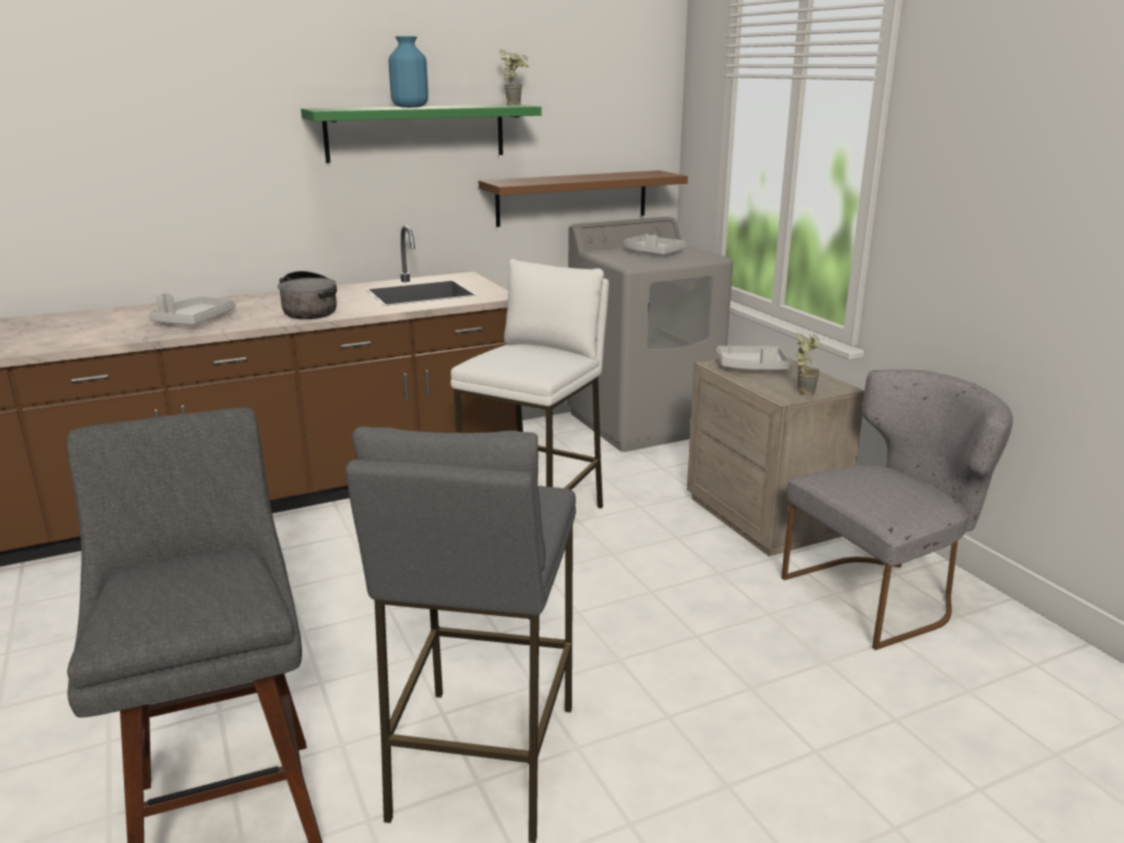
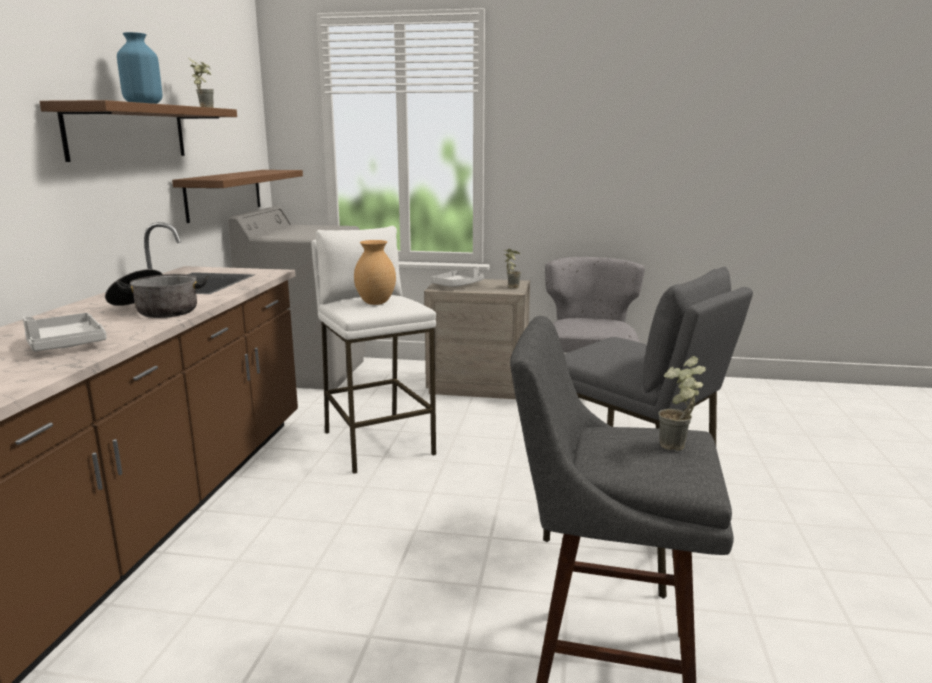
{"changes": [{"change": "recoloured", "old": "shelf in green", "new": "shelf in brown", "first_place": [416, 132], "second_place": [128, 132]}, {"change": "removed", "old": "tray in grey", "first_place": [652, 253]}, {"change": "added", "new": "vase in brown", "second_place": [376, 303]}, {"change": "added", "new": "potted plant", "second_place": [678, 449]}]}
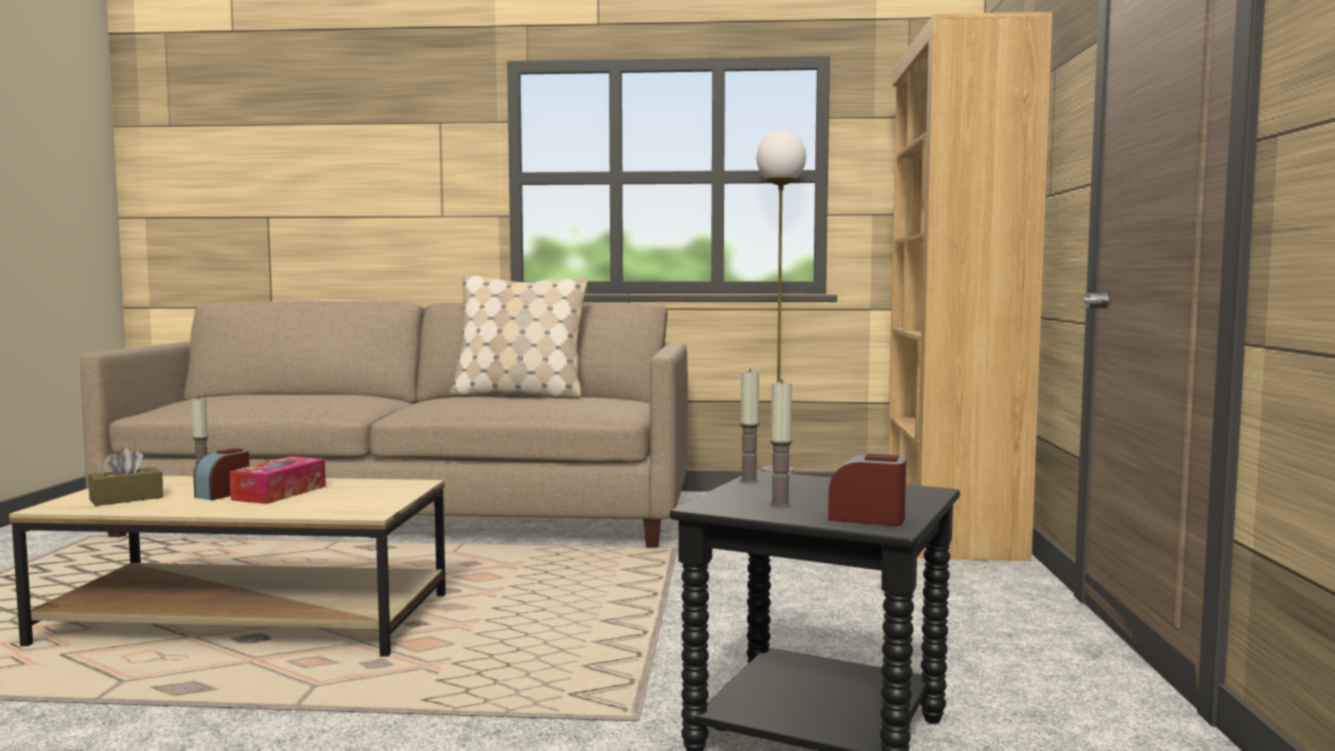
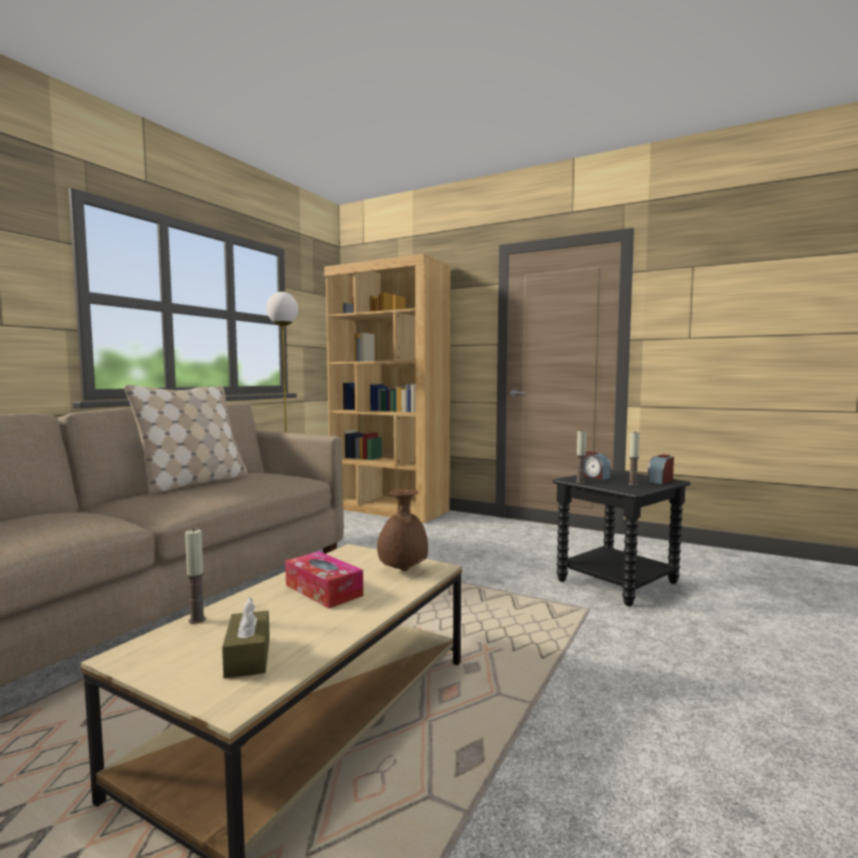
{"changes": [{"change": "moved", "old": "alarm clock", "first_place": [223, 494], "second_place": [594, 477]}, {"change": "added", "new": "vase in brown", "second_place": [402, 570]}]}
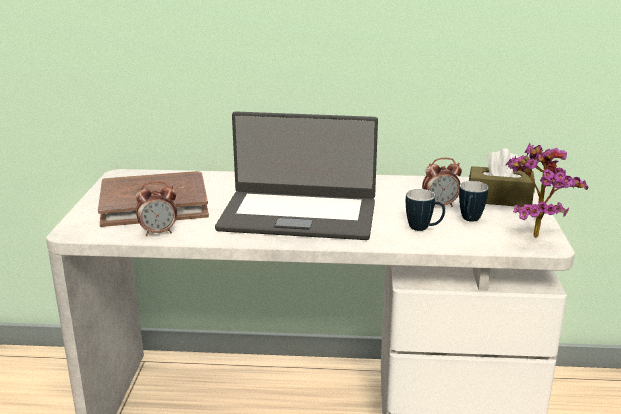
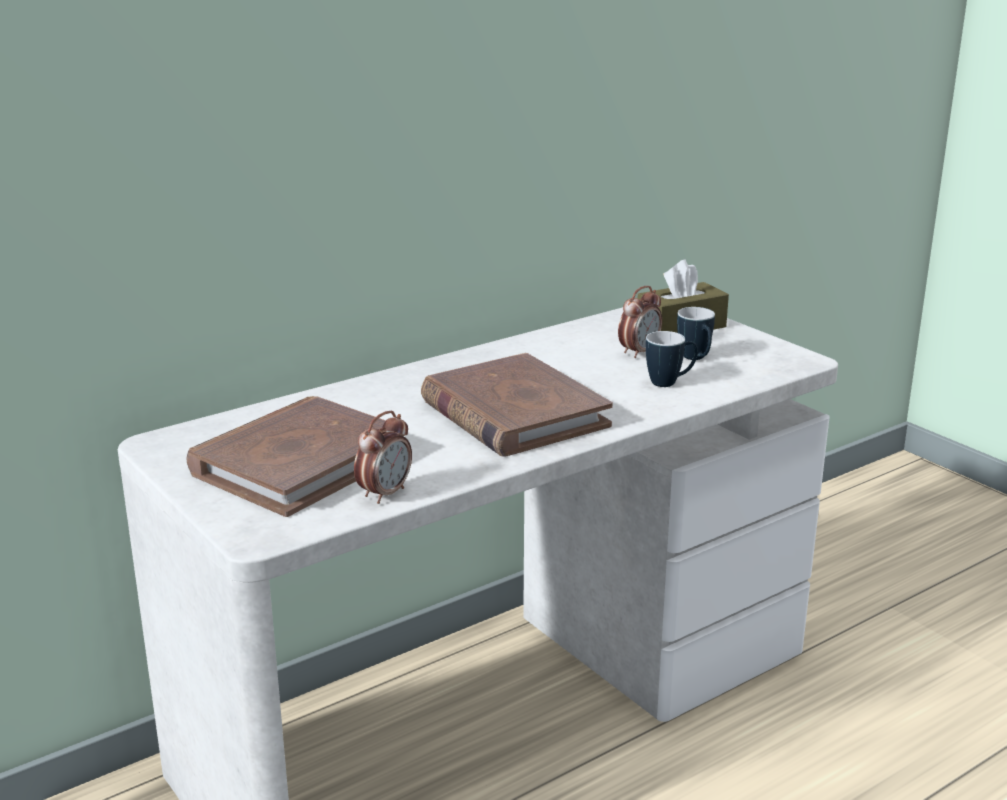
{"changes": [{"change": "replaced", "old": "laptop", "new": "book in brown", "first_place": [298, 215], "second_place": [513, 413]}, {"change": "removed", "old": "potted plant", "first_place": [533, 233]}]}
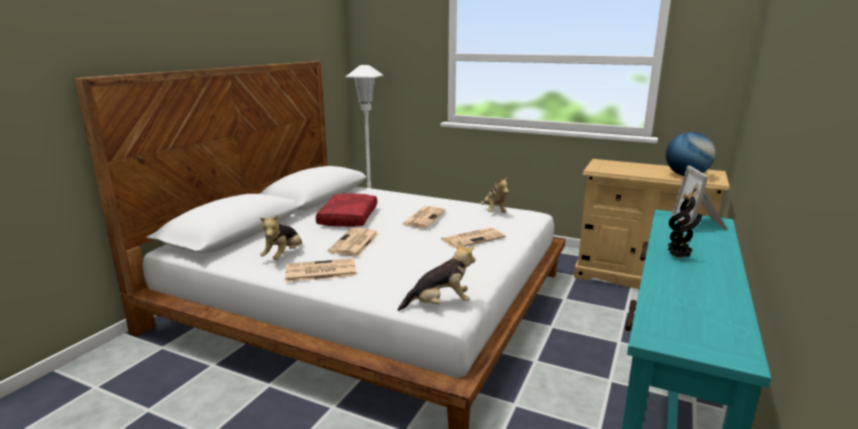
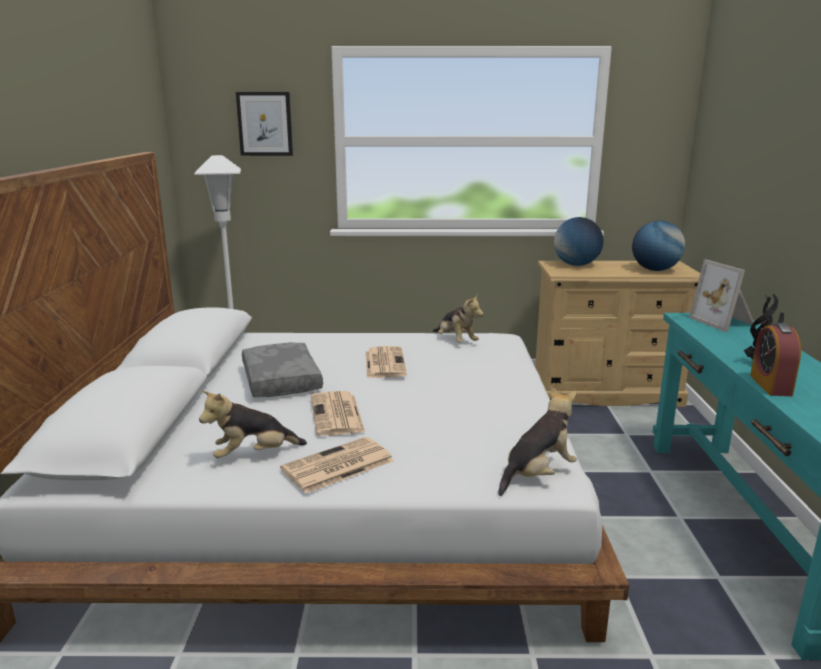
{"changes": [{"change": "recoloured", "old": "pillow in red", "new": "pillow in grey", "first_place": [347, 218], "second_place": [279, 380]}, {"change": "turned", "old": "plush toy", "first_place": [283, 256], "second_place": [253, 455], "degrees": 75}, {"change": "removed", "old": "newspaper", "first_place": [473, 238]}, {"change": "added", "new": "picture", "second_place": [265, 124]}, {"change": "added", "new": "globe", "second_place": [576, 265]}, {"change": "added", "new": "alarm clock", "second_place": [770, 385]}]}
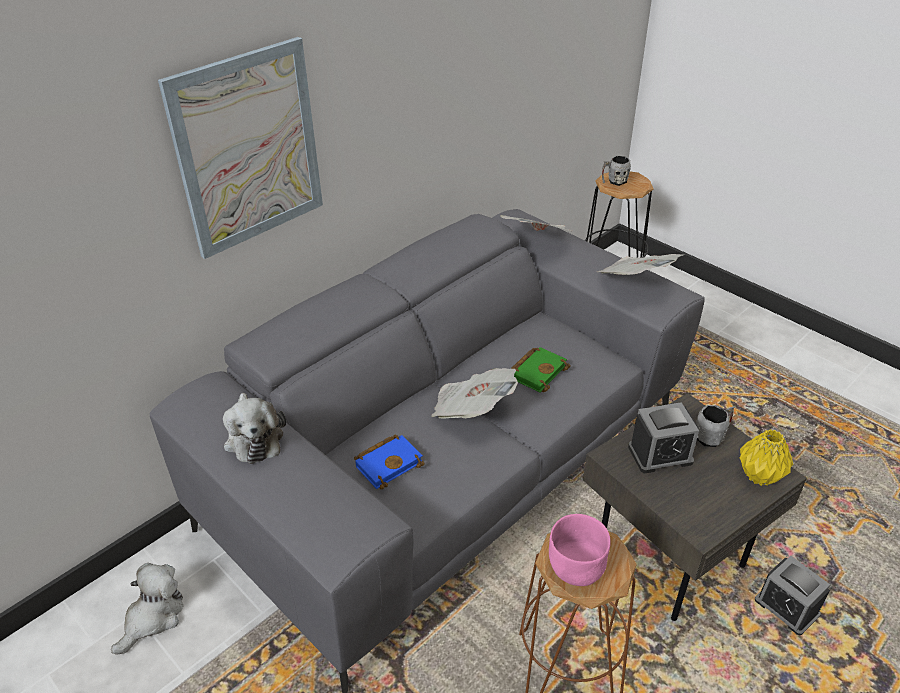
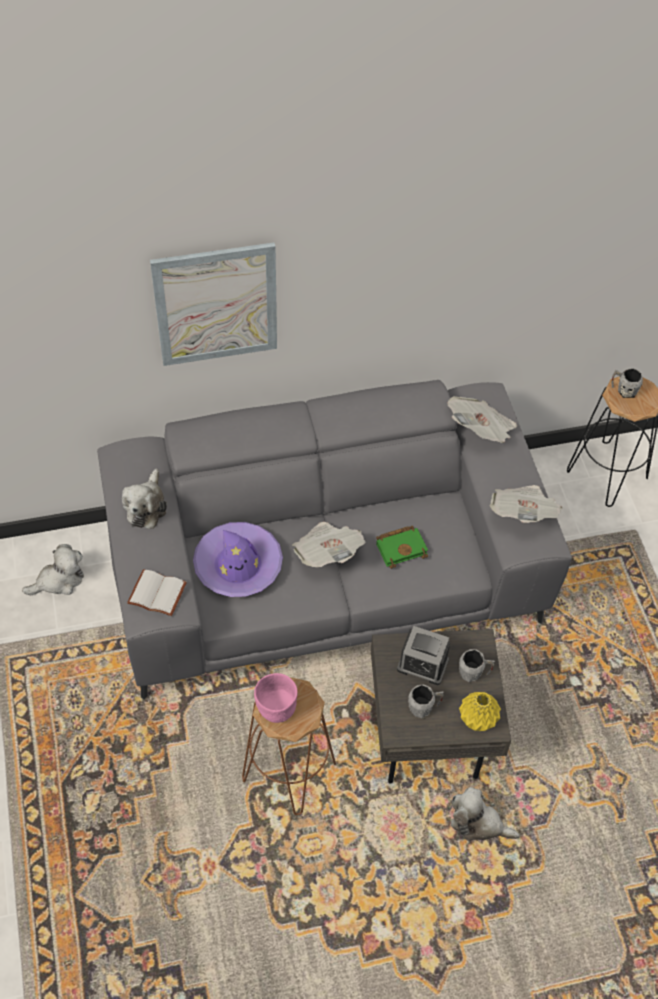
{"changes": [{"change": "replaced", "old": "book in blue", "new": "hat in purple", "first_place": [389, 463], "second_place": [238, 565]}, {"change": "replaced", "old": "alarm clock", "new": "plush toy", "first_place": [786, 608], "second_place": [478, 823]}, {"change": "added", "new": "book in white", "second_place": [156, 594]}, {"change": "added", "new": "mug in grey", "second_place": [424, 707]}]}
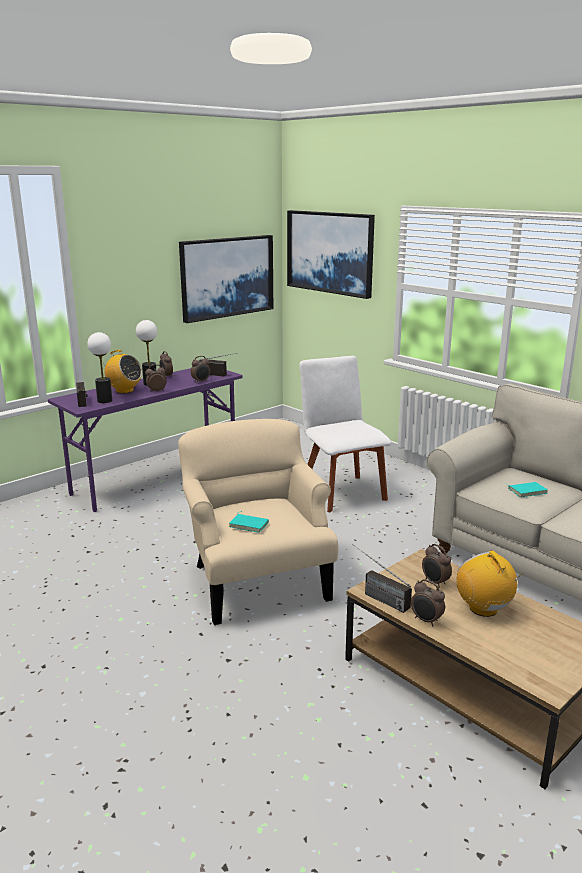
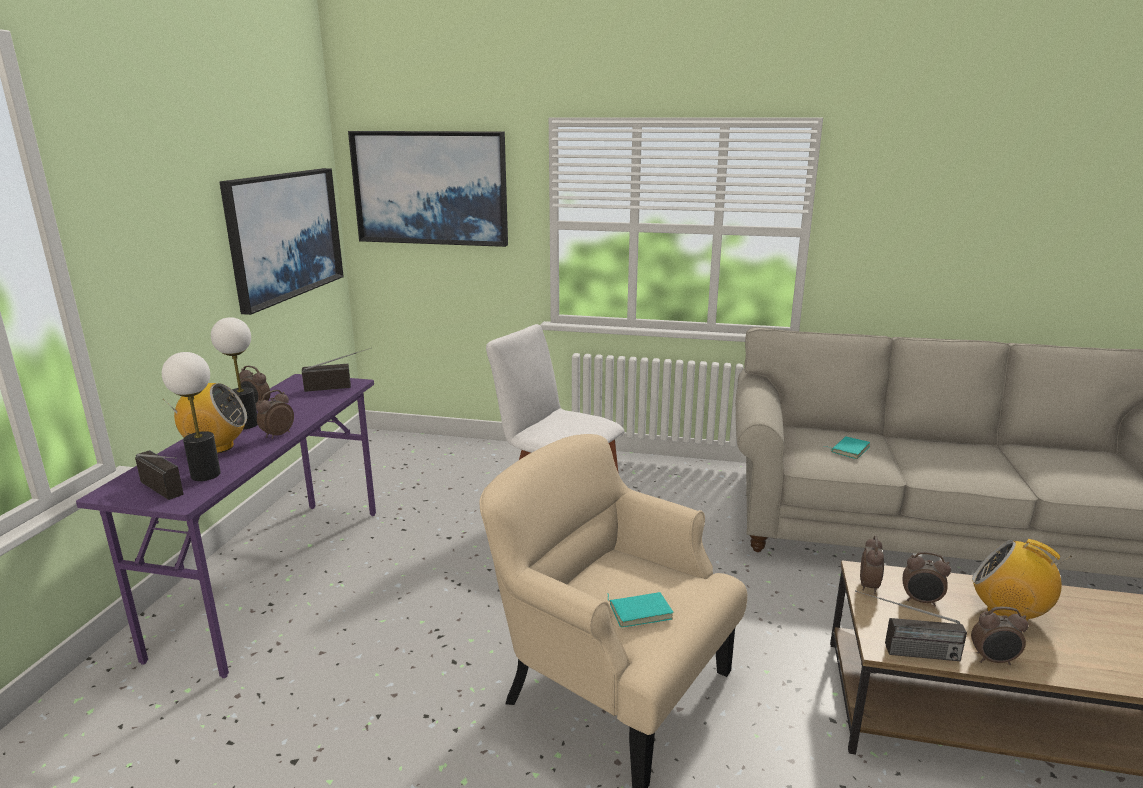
{"changes": [{"change": "moved", "old": "alarm clock", "first_place": [201, 381], "second_place": [869, 586]}]}
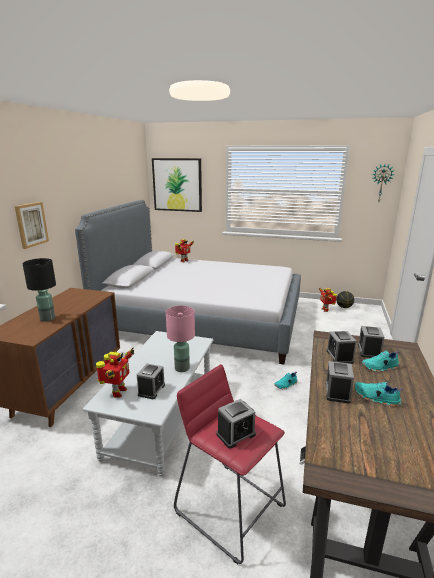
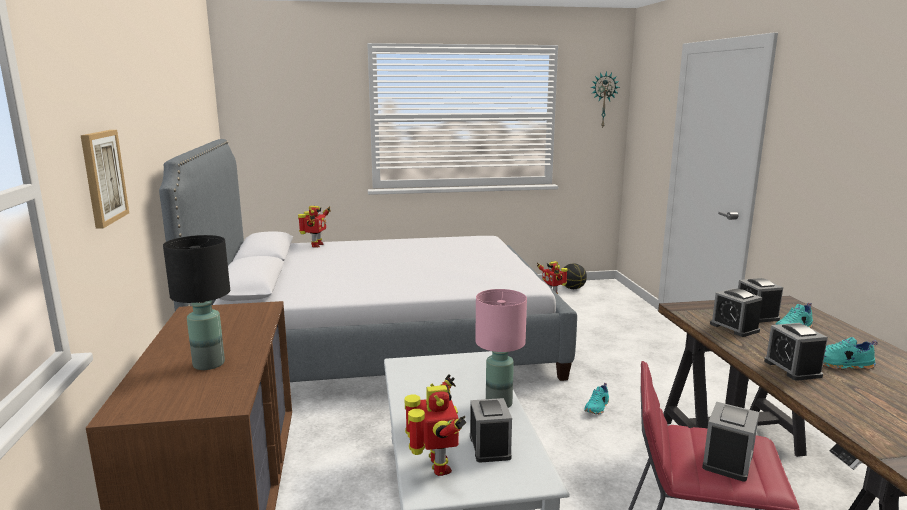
{"changes": [{"change": "removed", "old": "picture", "first_place": [177, 185]}]}
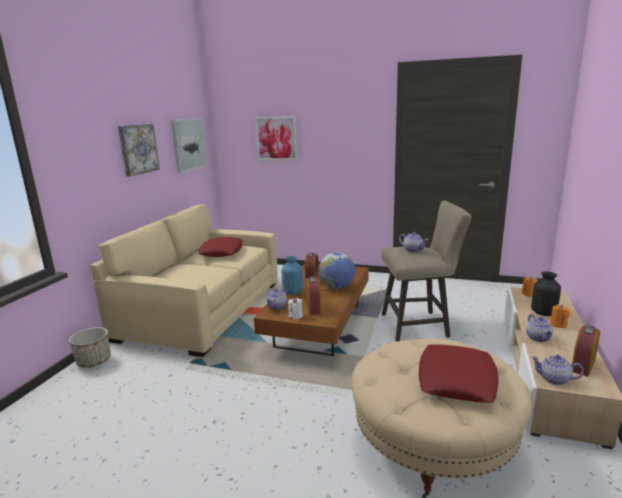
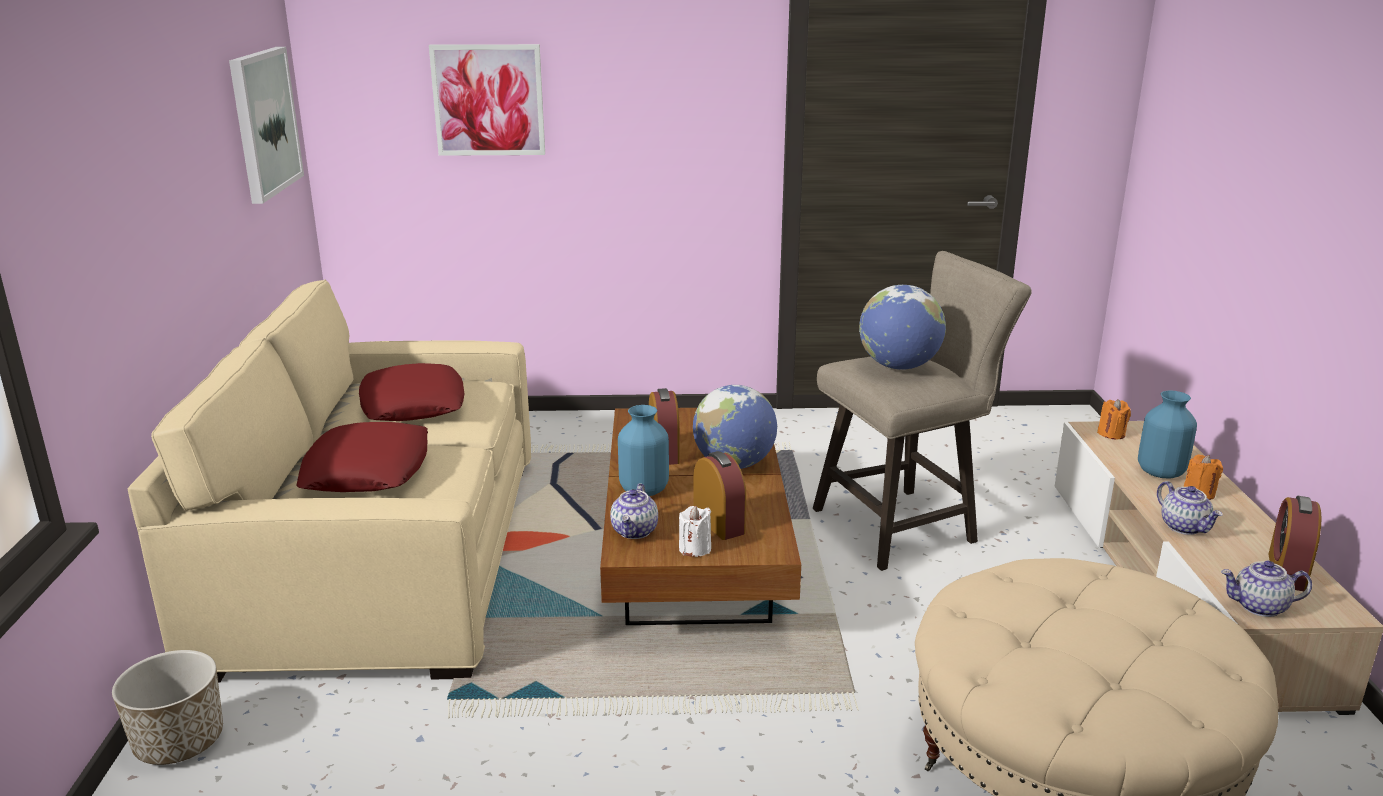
{"changes": [{"change": "removed", "old": "picture", "first_place": [138, 149]}, {"change": "replaced", "old": "teapot", "new": "globe", "first_place": [413, 250], "second_place": [899, 366]}, {"change": "recoloured", "old": "vase in black", "new": "vase in blue", "first_place": [543, 313], "second_place": [1160, 472]}, {"change": "moved", "old": "pillow in red", "first_place": [456, 379], "second_place": [367, 470]}]}
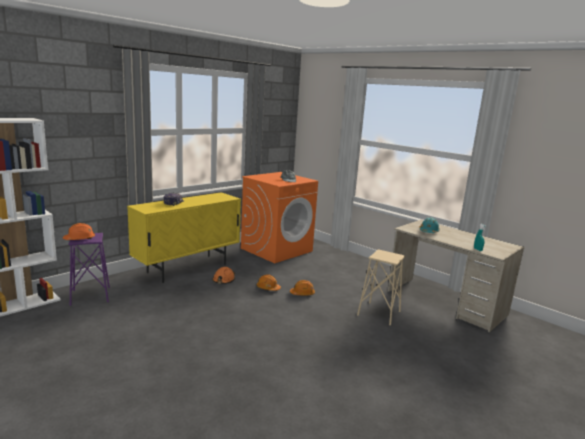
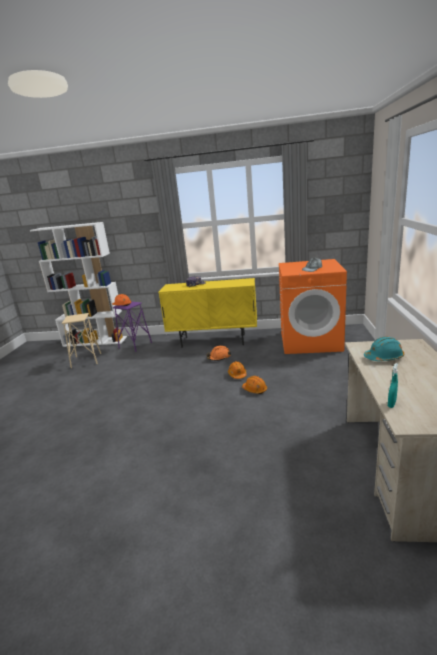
{"changes": [{"change": "moved", "old": "stool in beige", "first_place": [379, 313], "second_place": [86, 360]}]}
